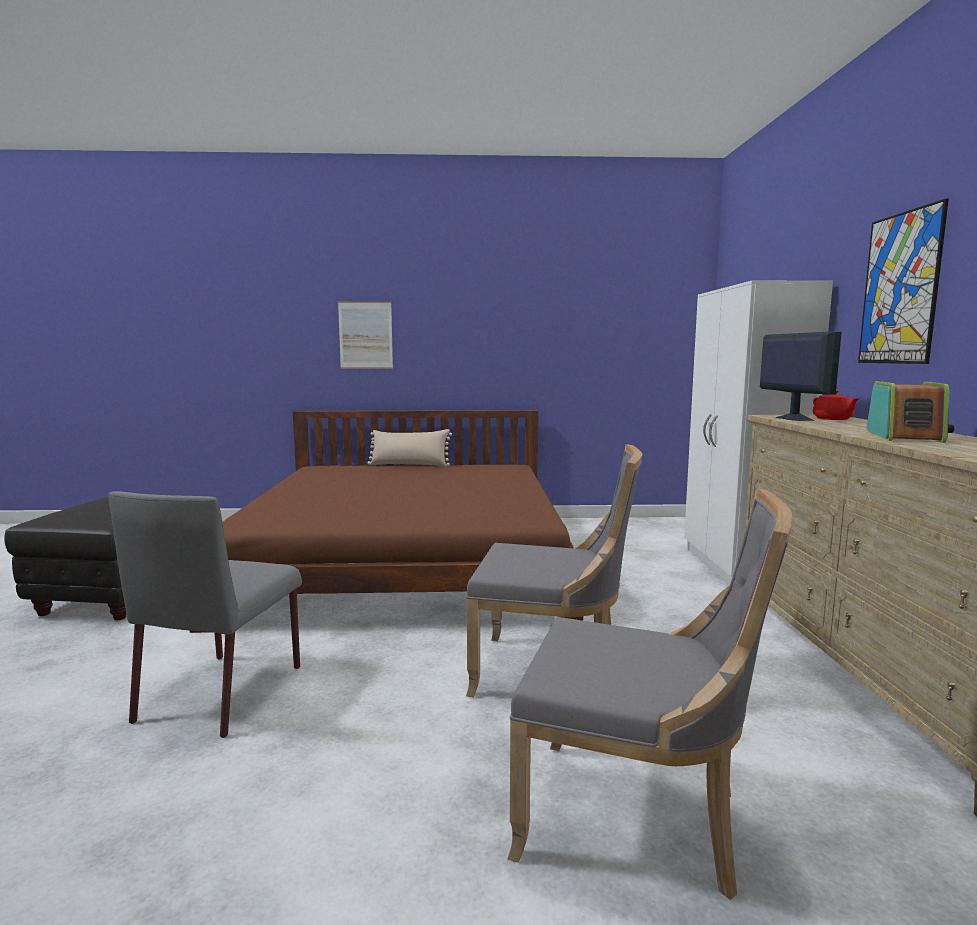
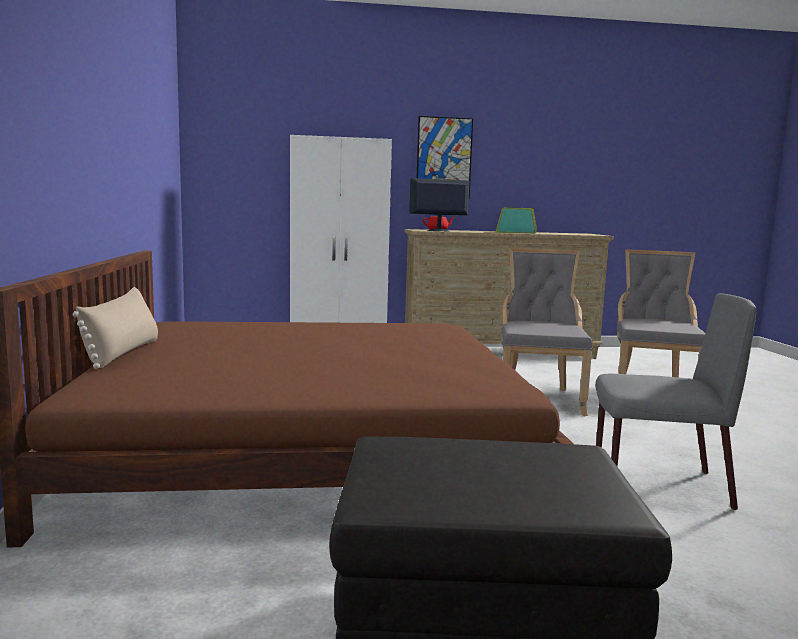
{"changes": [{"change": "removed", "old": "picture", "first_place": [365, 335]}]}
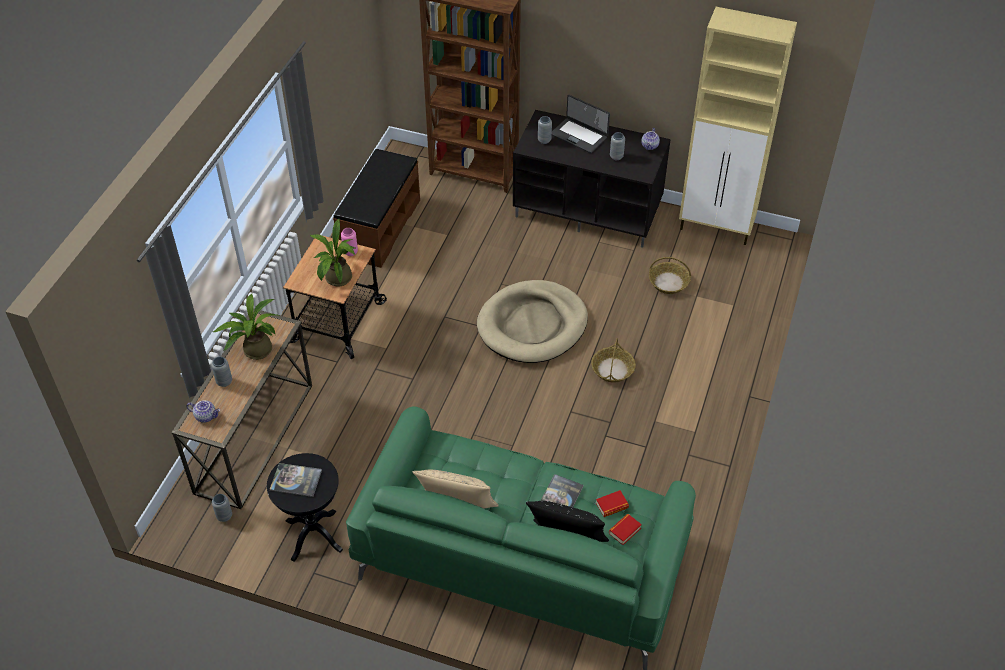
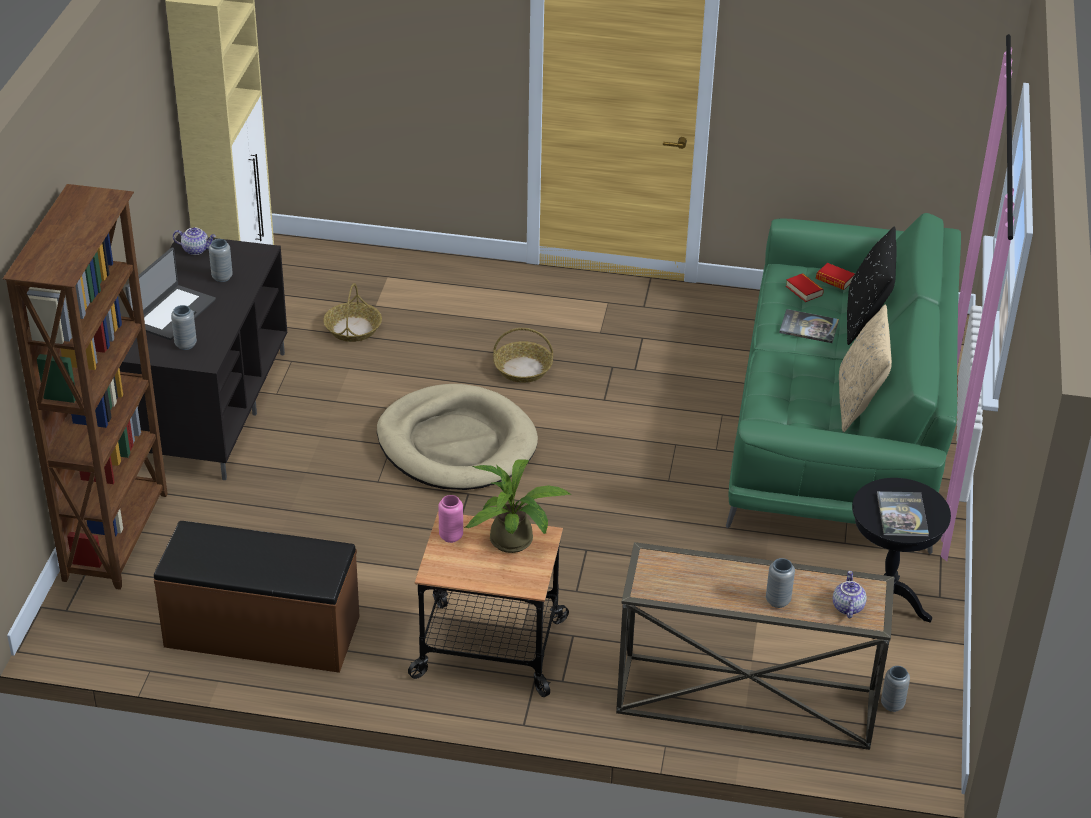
{"changes": [{"change": "removed", "old": "potted plant", "first_place": [254, 350]}]}
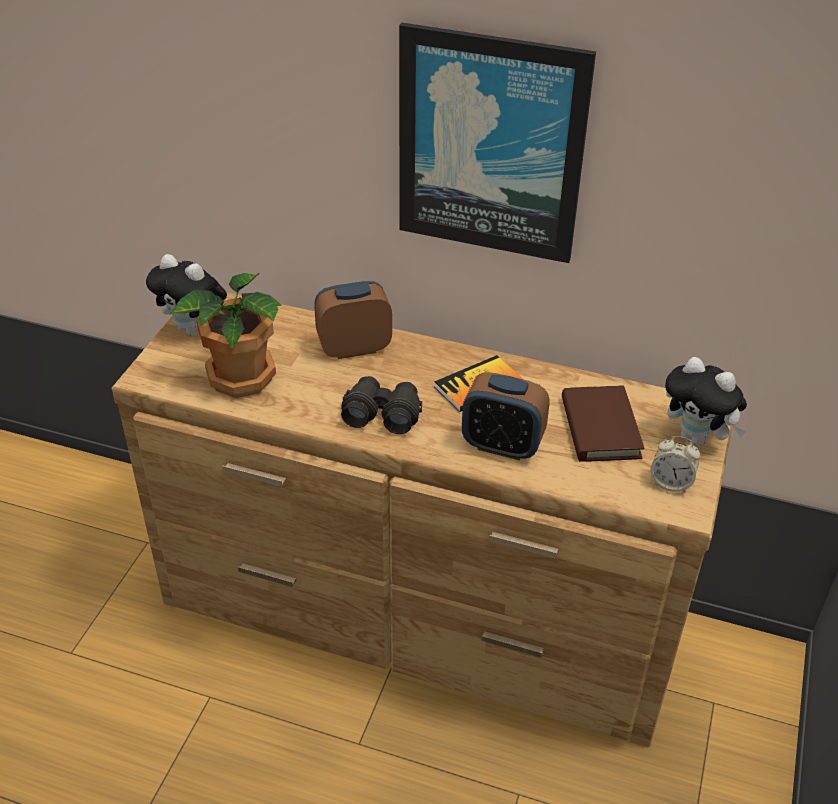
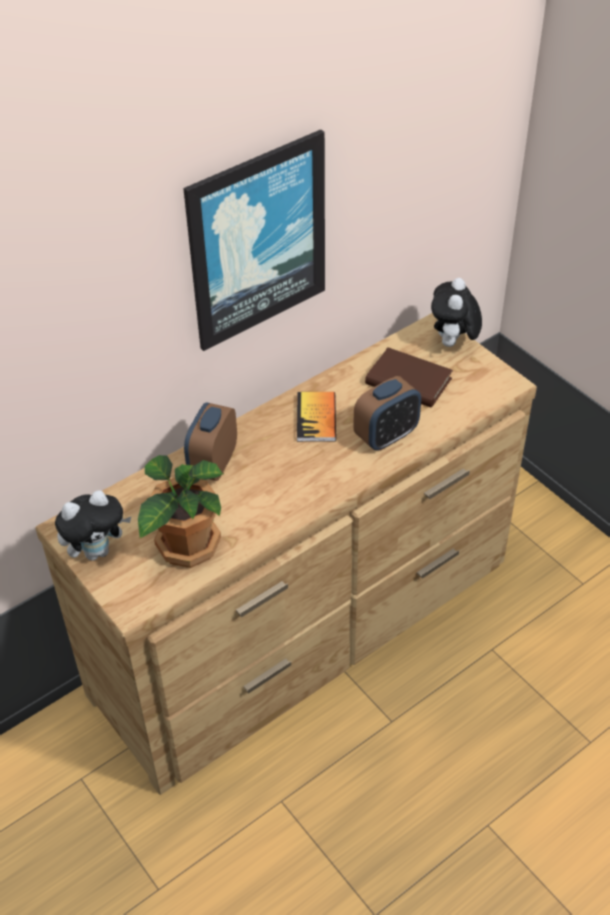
{"changes": [{"change": "turned", "old": "plush toy", "first_place": [697, 438], "second_place": [453, 344], "degrees": 120}, {"change": "removed", "old": "binoculars in black", "first_place": [382, 413]}, {"change": "removed", "old": "alarm clock", "first_place": [670, 483]}]}
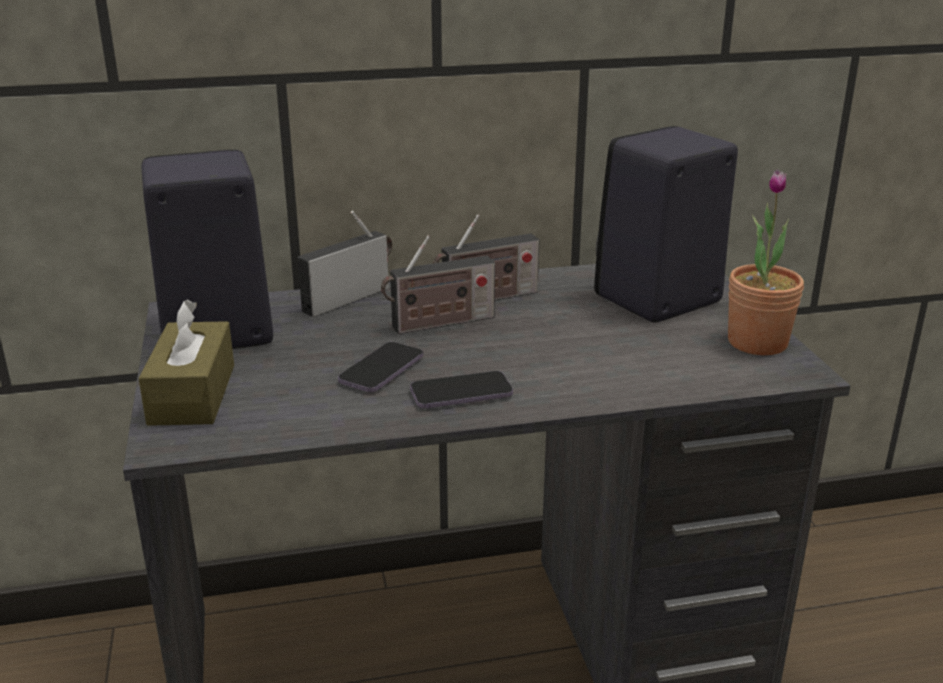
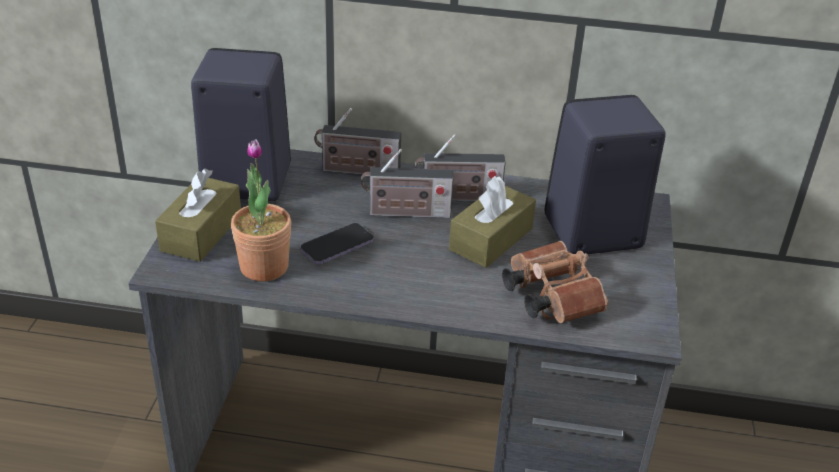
{"changes": [{"change": "moved", "old": "potted plant", "first_place": [757, 342], "second_place": [264, 267]}, {"change": "turned", "old": "radio", "first_place": [349, 298], "second_place": [357, 171], "degrees": -150}, {"change": "removed", "old": "phone", "first_place": [461, 393]}, {"change": "added", "new": "tissue box in brown", "second_place": [491, 239]}, {"change": "added", "new": "binoculars in brown", "second_place": [549, 296]}]}
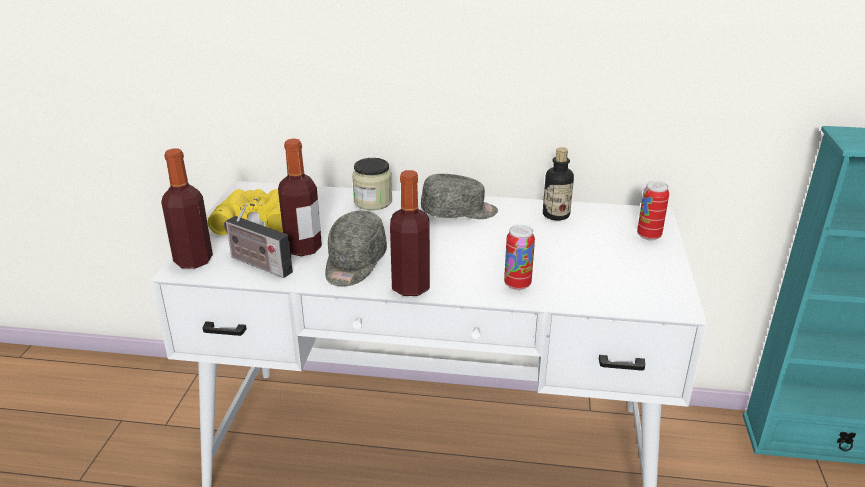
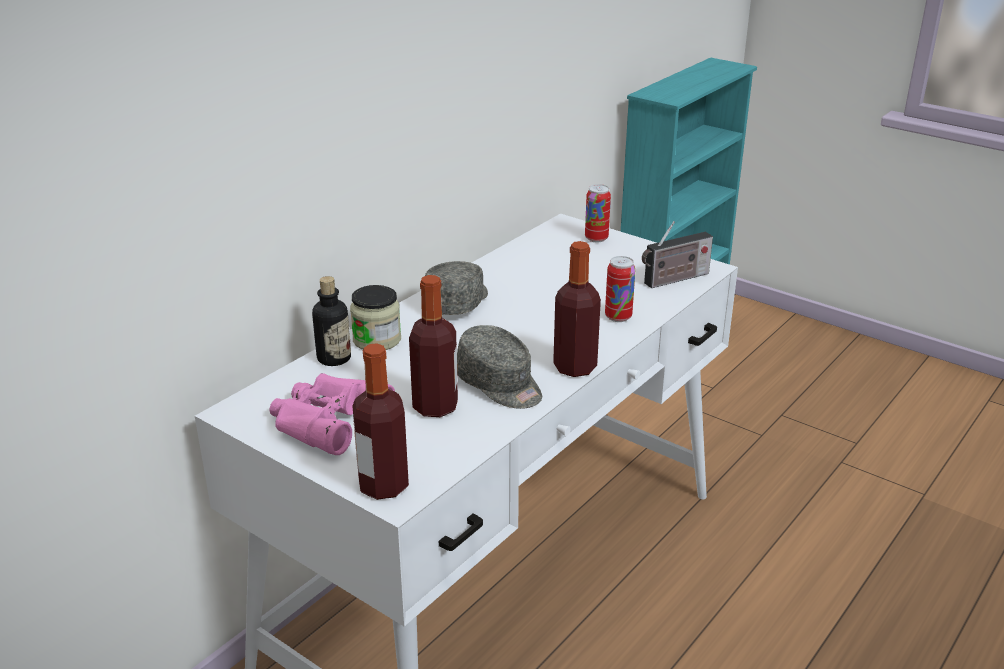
{"changes": [{"change": "moved", "old": "bottle", "first_place": [556, 215], "second_place": [334, 358]}, {"change": "recoloured", "old": "binoculars in yellow", "new": "binoculars in pink", "first_place": [257, 218], "second_place": [325, 420]}, {"change": "moved", "old": "radio", "first_place": [258, 264], "second_place": [674, 279]}]}
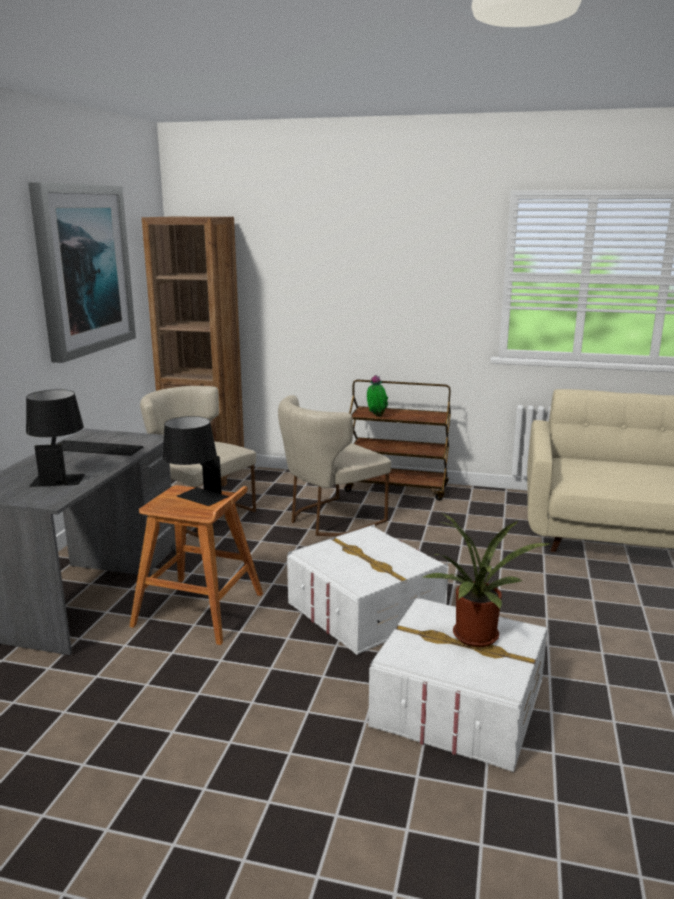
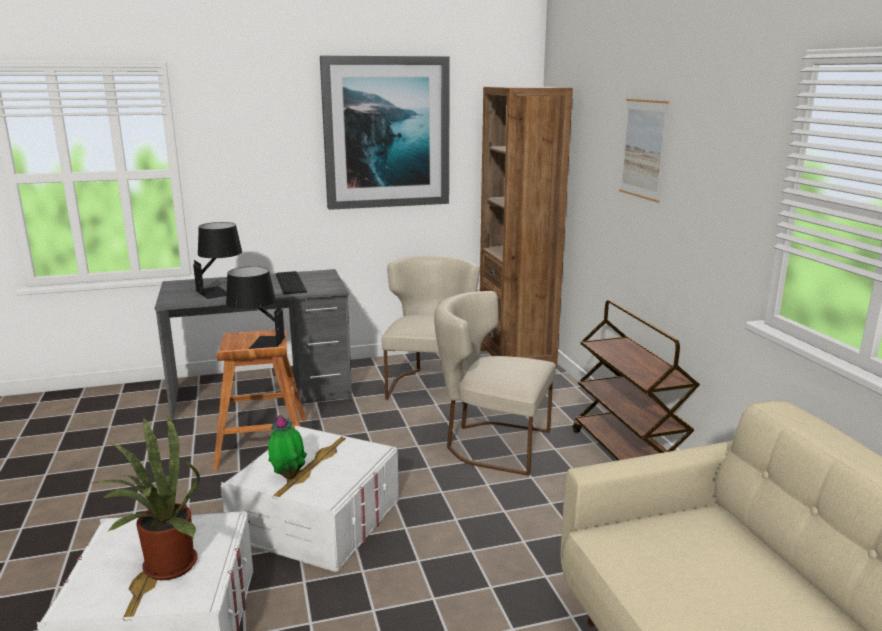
{"changes": [{"change": "moved", "old": "potted plant", "first_place": [376, 416], "second_place": [288, 476]}, {"change": "added", "new": "picture", "second_place": [643, 149]}]}
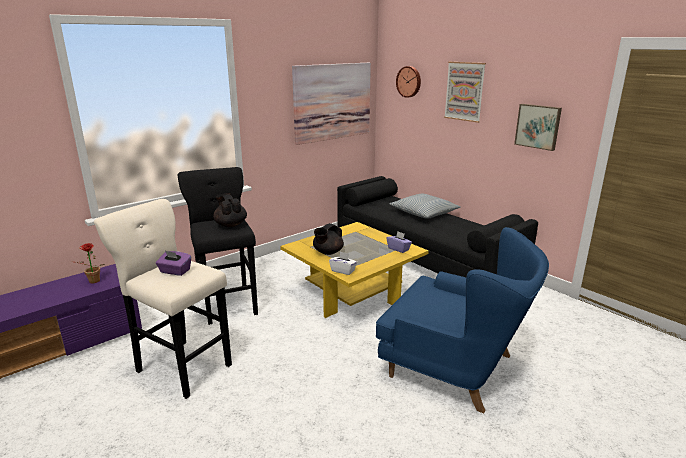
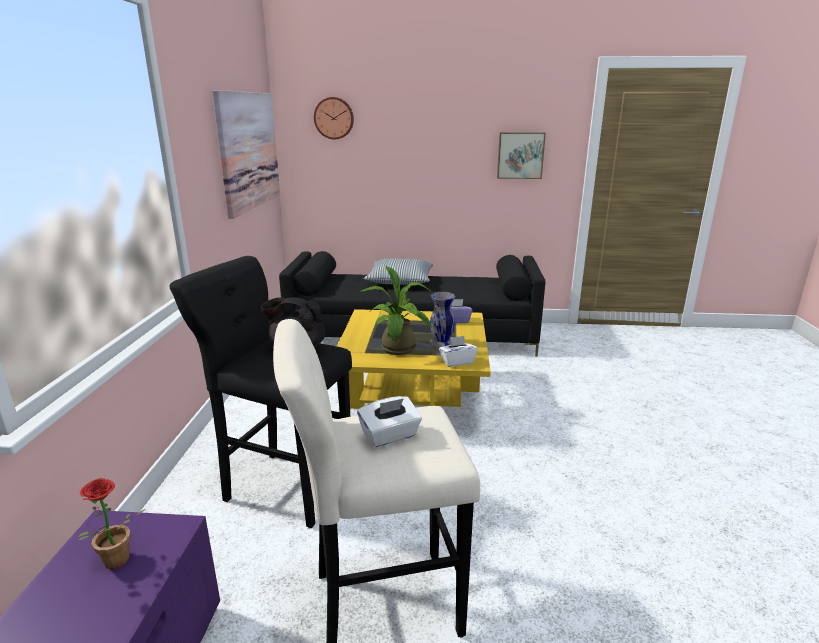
{"changes": [{"change": "removed", "old": "picture", "first_place": [464, 91]}, {"change": "replaced", "old": "teapot in black", "new": "potted plant", "first_place": [327, 252], "second_place": [399, 350]}, {"change": "removed", "old": "armchair in blue", "first_place": [455, 367]}, {"change": "recoloured", "old": "tissue box in purple", "new": "tissue box in white", "first_place": [175, 271], "second_place": [390, 436]}, {"change": "added", "new": "vase in grey", "second_place": [441, 342]}]}
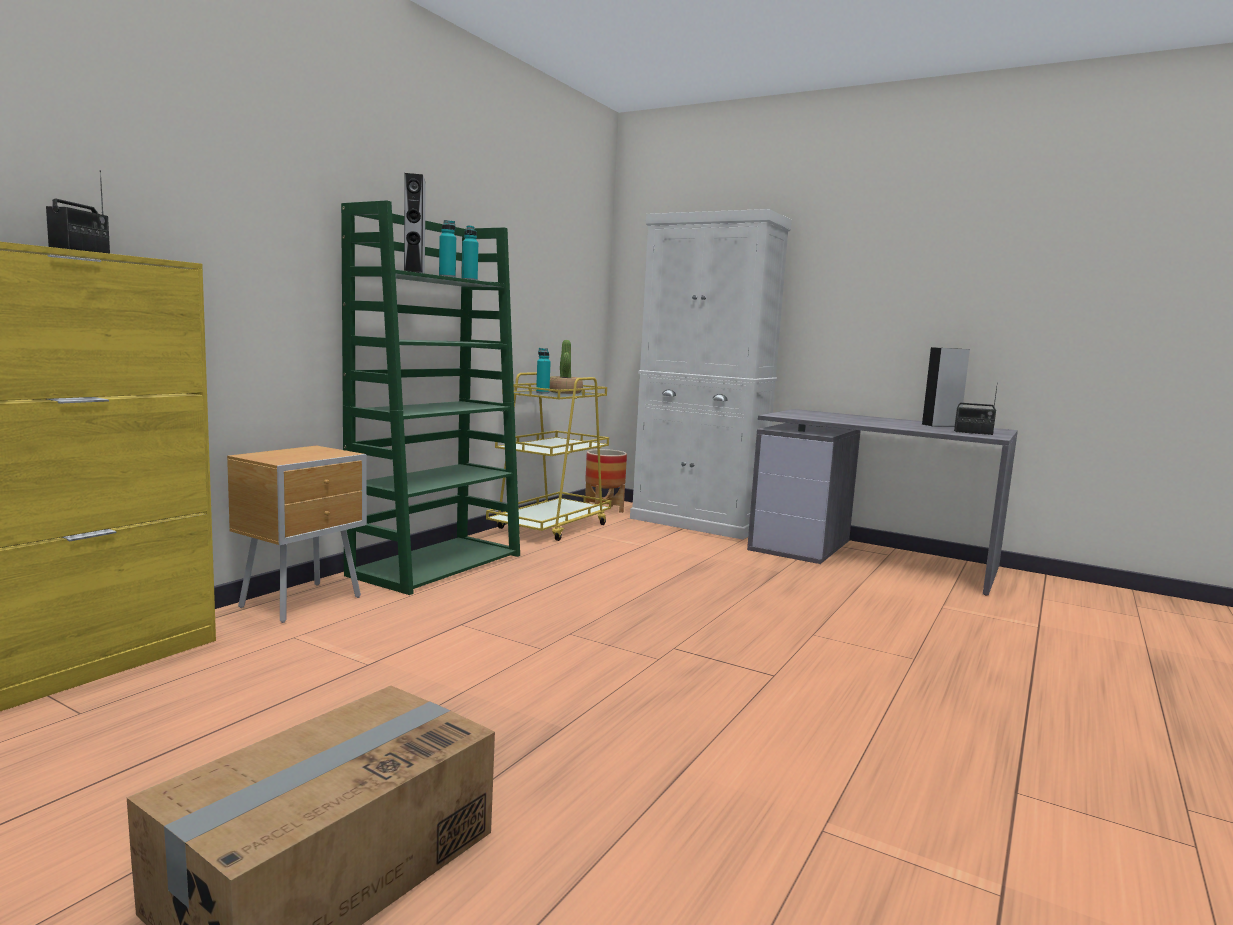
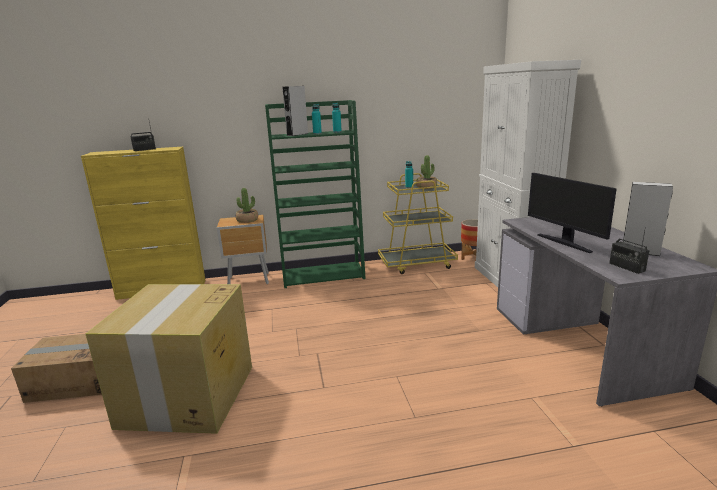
{"changes": [{"change": "added", "new": "monitor", "second_place": [564, 243]}, {"change": "added", "new": "potted plant", "second_place": [247, 220]}, {"change": "added", "new": "cardboard box", "second_place": [187, 396]}]}
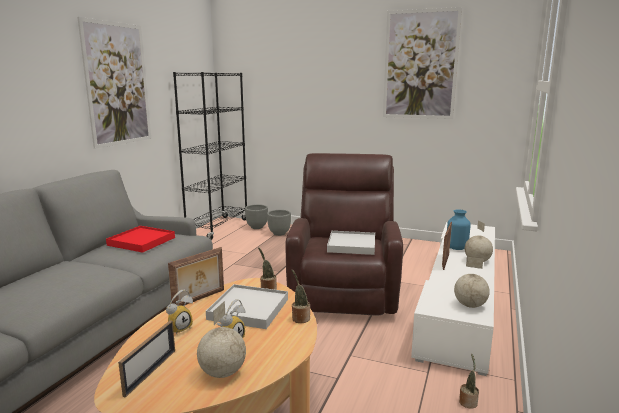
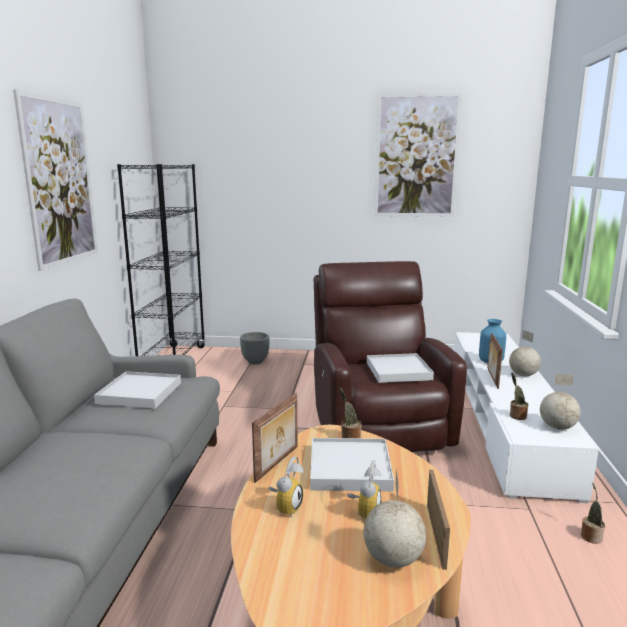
{"changes": [{"change": "removed", "old": "planter in grey", "first_place": [257, 227]}, {"change": "recoloured", "old": "tray in red", "new": "tray in white", "first_place": [141, 241], "second_place": [140, 393]}, {"change": "moved", "old": "potted plant", "first_place": [300, 318], "second_place": [516, 416]}, {"change": "moved", "old": "picture frame", "first_place": [150, 372], "second_place": [435, 534]}]}
